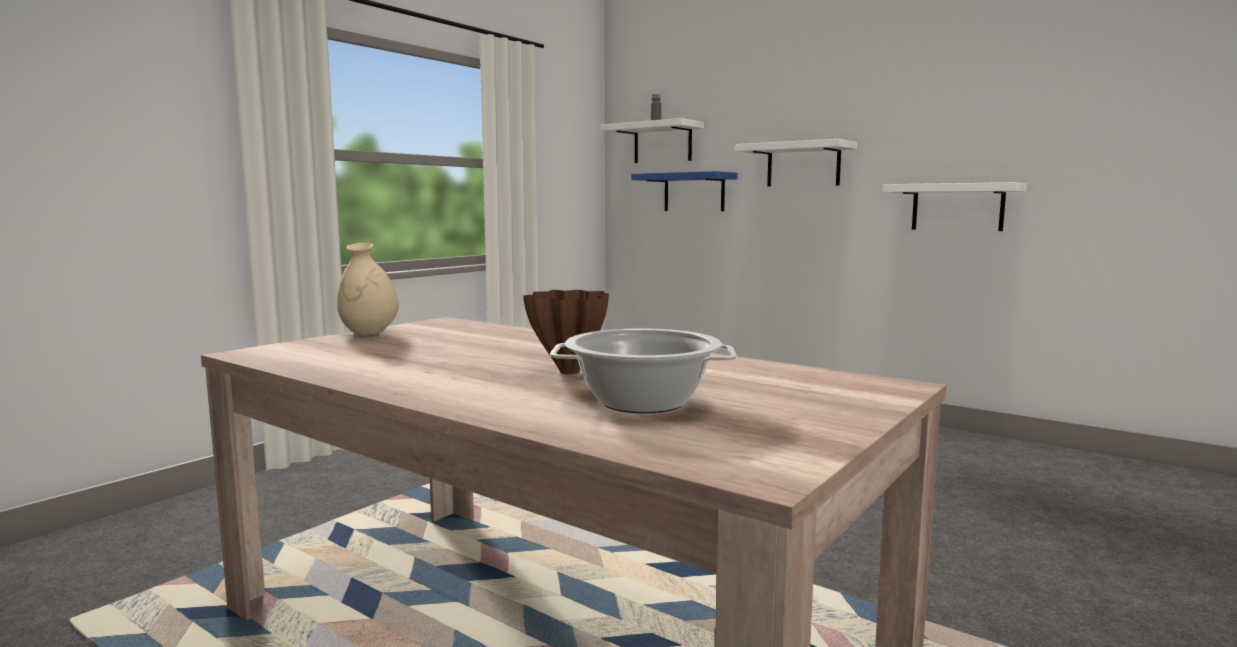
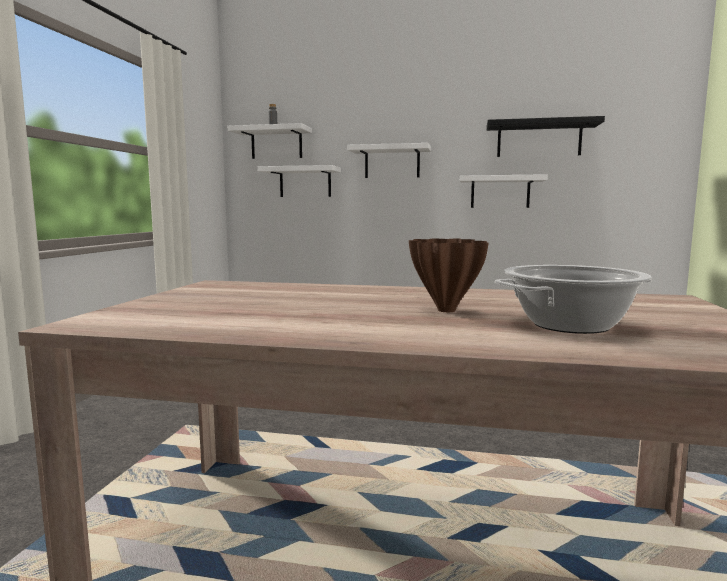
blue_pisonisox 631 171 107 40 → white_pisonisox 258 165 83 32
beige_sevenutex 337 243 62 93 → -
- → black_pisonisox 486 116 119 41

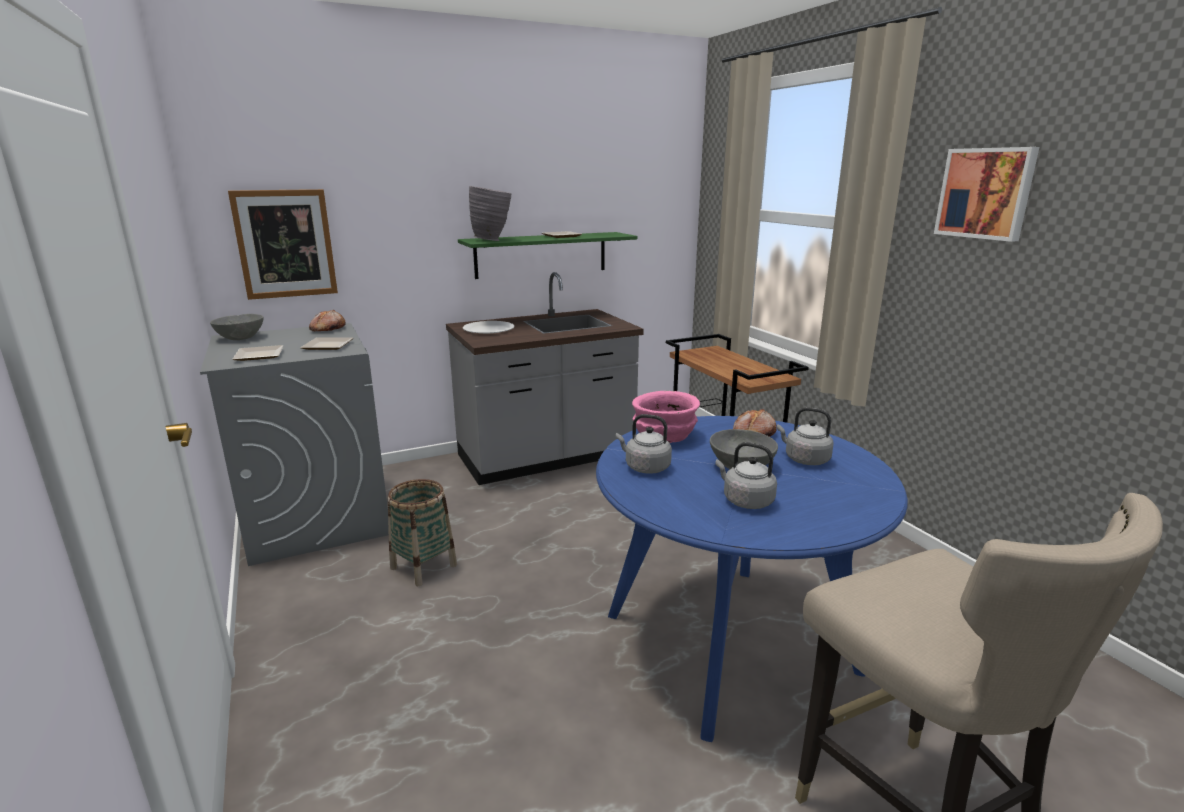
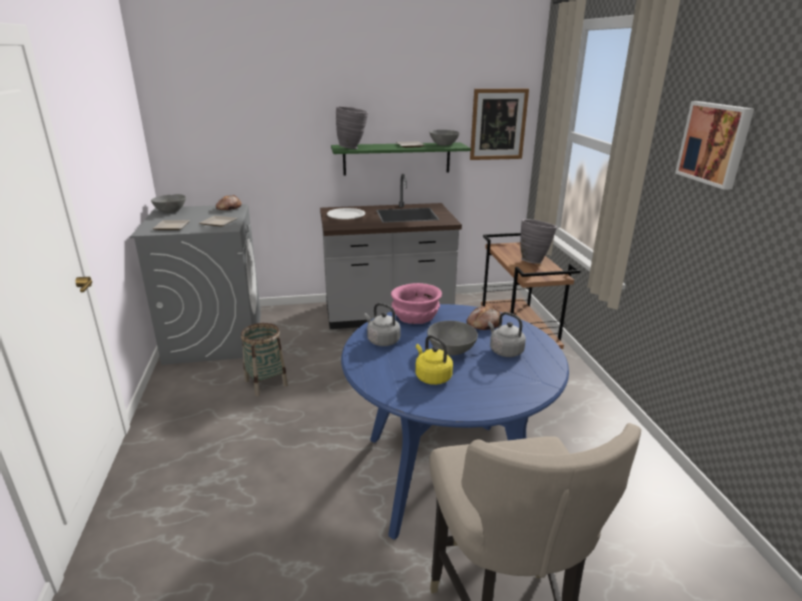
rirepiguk 228 189 110 111 → rirepiguk 470 89 59 71, shifted
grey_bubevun 715 442 62 67 → yellow_bubevun 415 335 38 50
- → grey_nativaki 430 130 29 16
- → grey_sevenutex 520 219 37 45

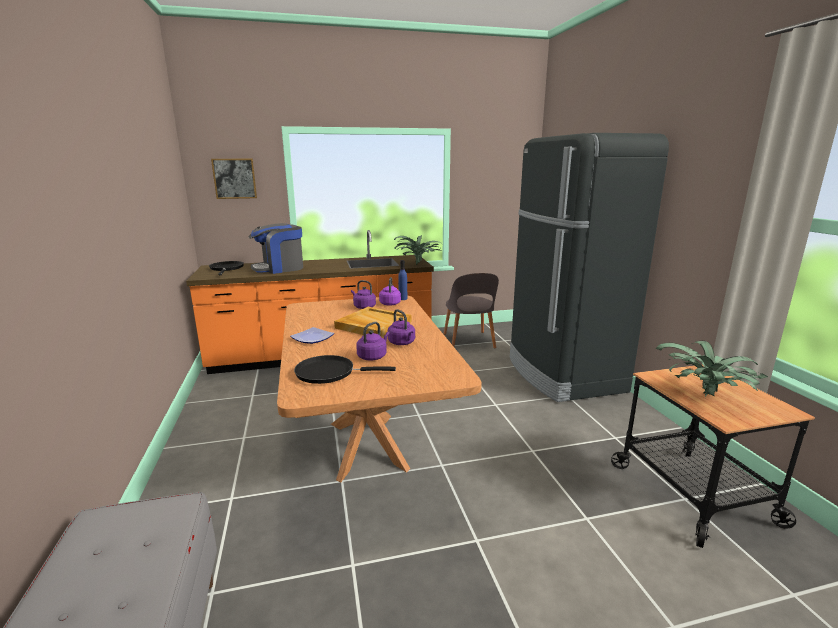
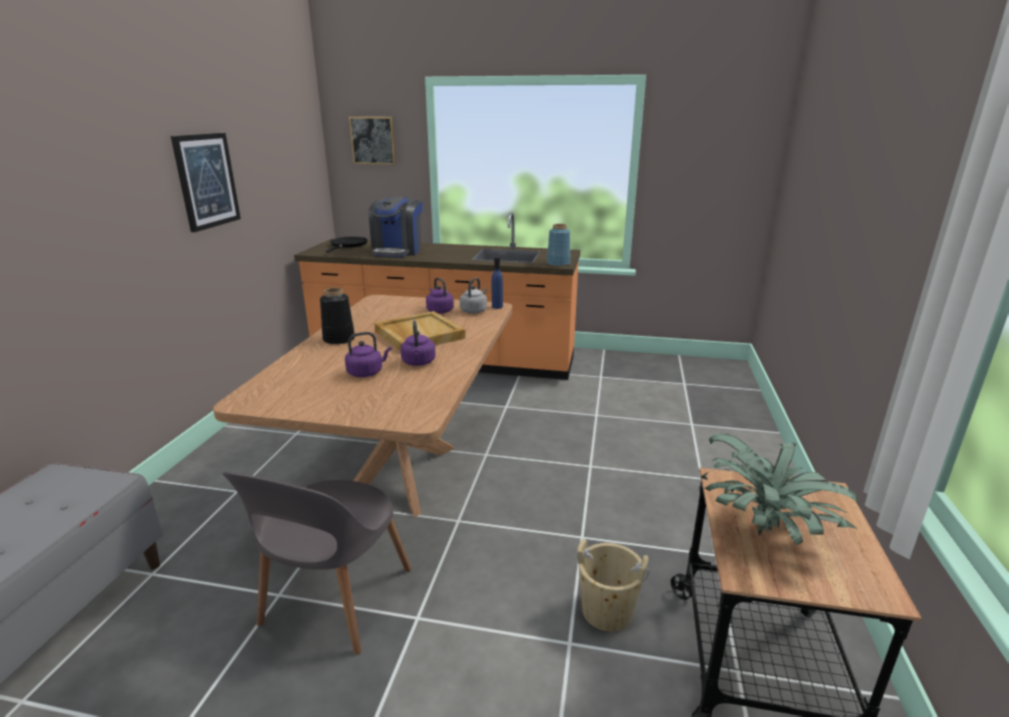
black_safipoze 510 133 159 269 → -
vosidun 249 223 54 51 → vosidun 369 196 54 61, 75 degrees counterclockwise
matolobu 394 235 48 30 → blue_sevenutex 547 224 23 43
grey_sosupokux 443 273 56 75 → grey_sosupokux 223 472 188 183, shifted
purple_bubevun 379 277 22 29 → grey_bubevun 460 278 27 35
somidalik 290 327 44 17 → black_sevenutex 320 287 35 58
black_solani 294 355 102 29 → -
- → rirepiguk 171 133 70 99
- → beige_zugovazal 576 538 74 94

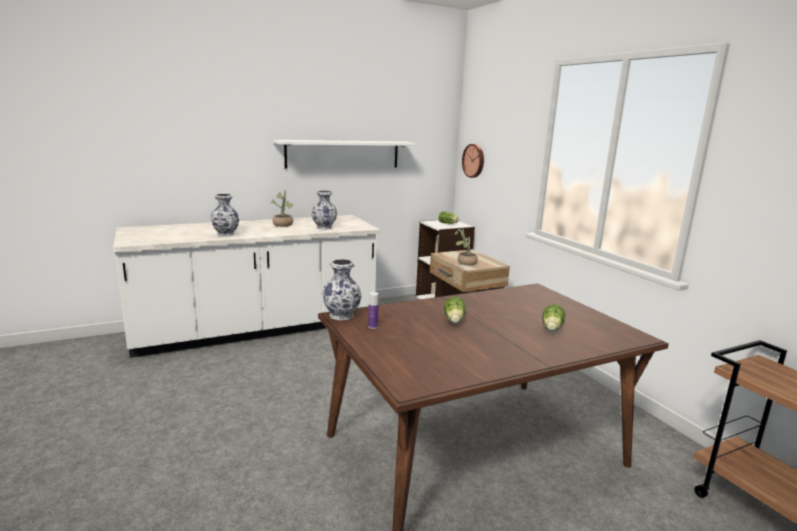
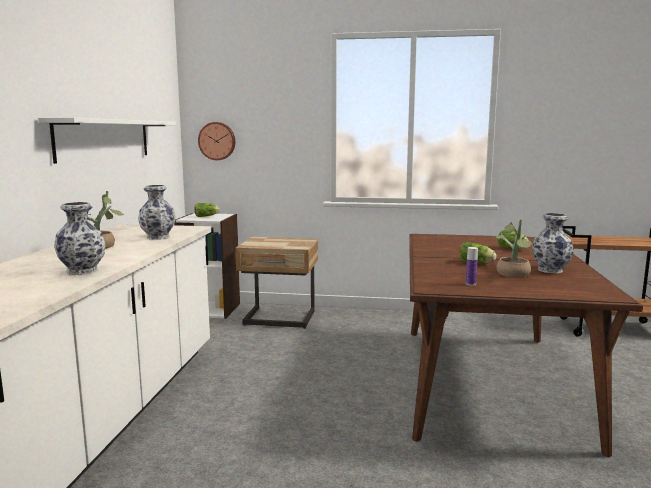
matolobu 454 229 24 36 → matolobu 496 219 36 59, shifted
sevenutex 322 259 40 62 → sevenutex 532 213 41 60, shifted

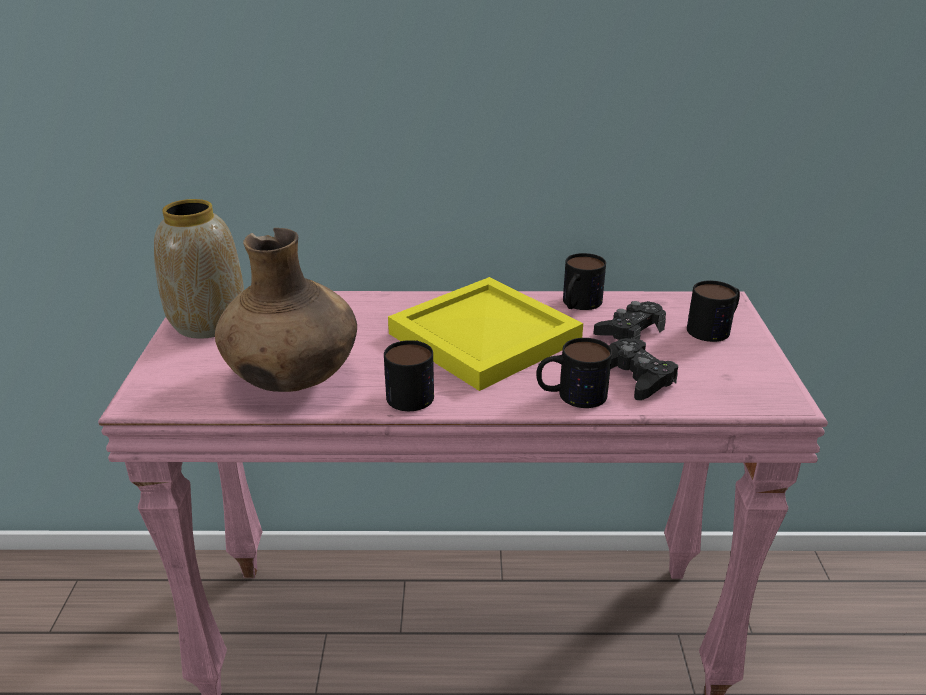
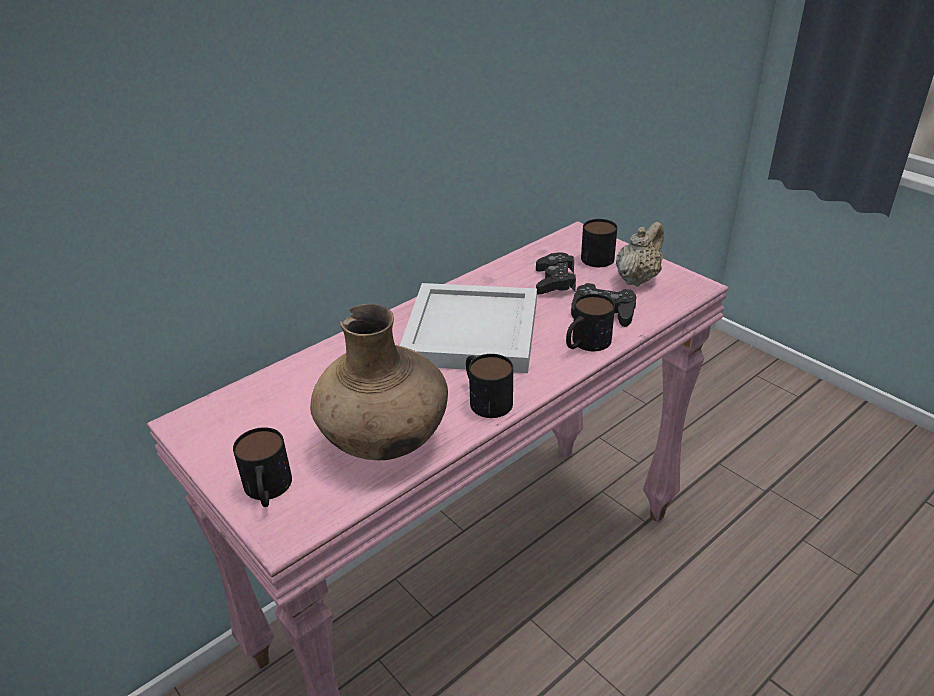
sevenutex 154 199 90 140 → -
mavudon 563 253 43 57 → mavudon 233 427 59 80, shifted
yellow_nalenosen 388 277 195 114 → white_nalenosen 400 283 137 90
- → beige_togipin 616 222 48 65

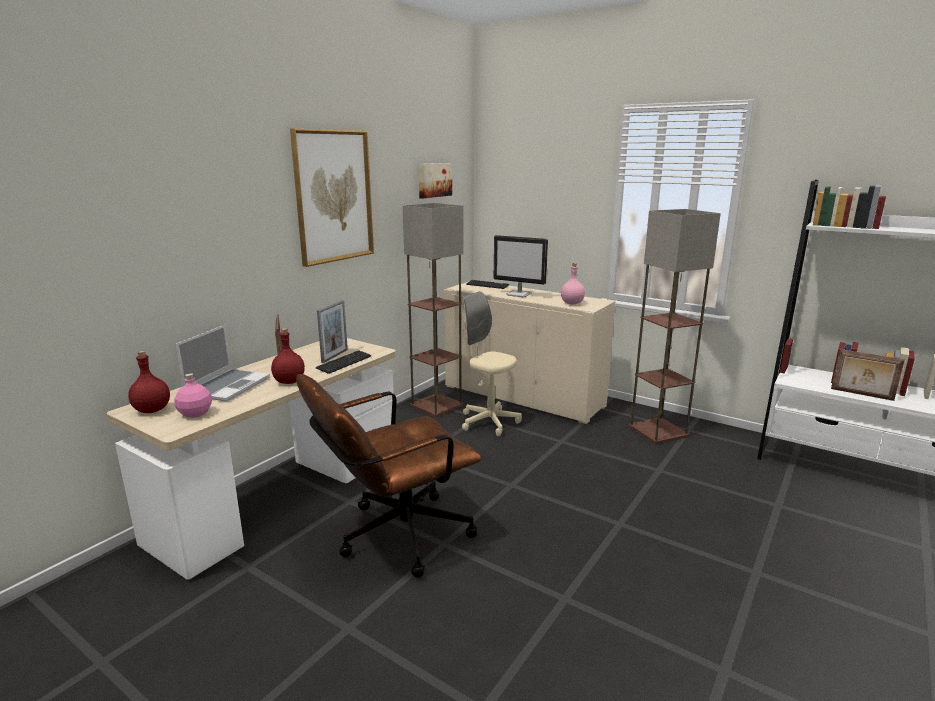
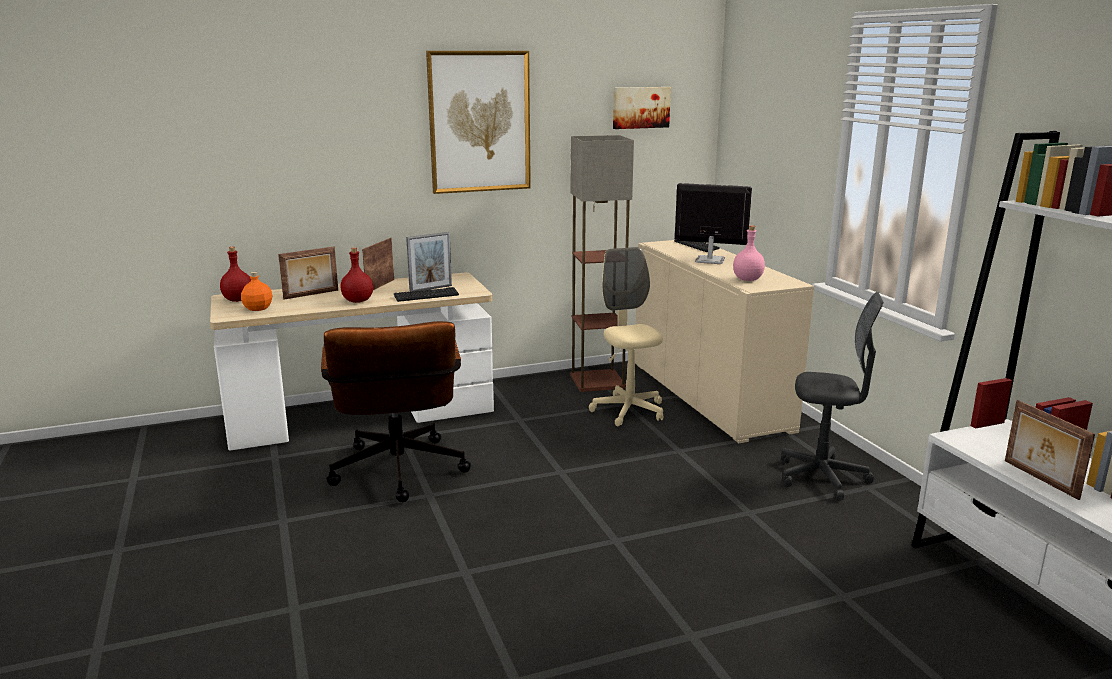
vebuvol 629 209 92 235 → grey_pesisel 781 292 103 208
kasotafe 494 235 54 62 → kasotafe 675 183 77 81, 135 degrees clockwise
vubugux 176 325 94 77 → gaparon 278 247 60 53
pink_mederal 174 373 38 45 → orange_mederal 241 272 32 39
brown_pesisel 296 374 185 204 → brown_pesisel 321 321 150 181, 105 degrees counterclockwise

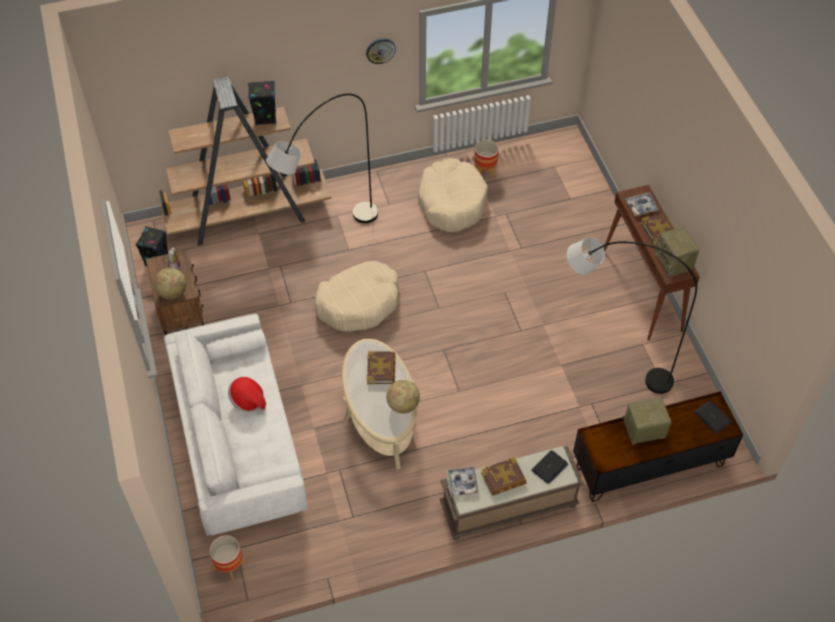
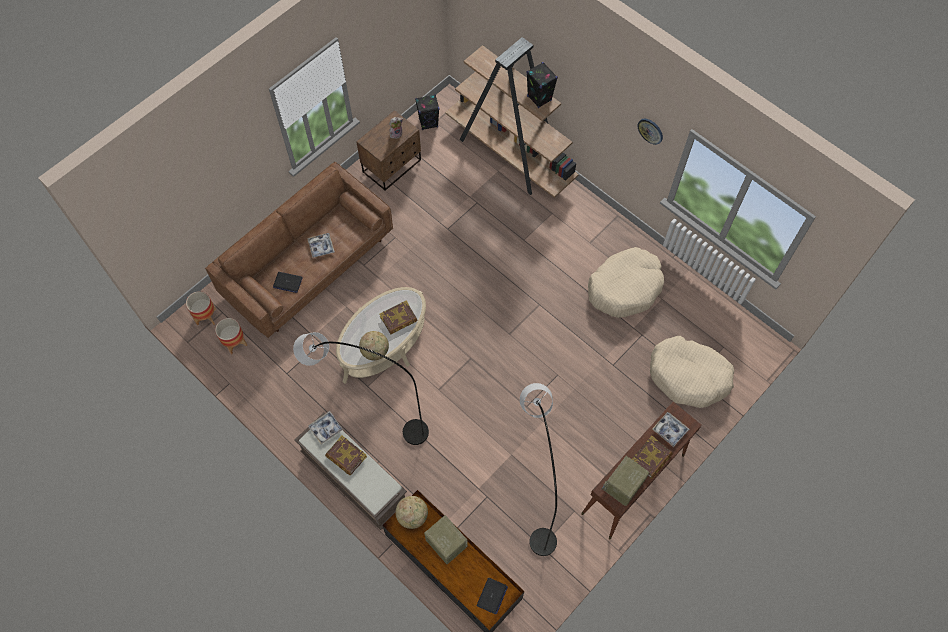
grey_vebuvol 266 93 112 130 → grey_vebuvol 293 332 136 113, shifted
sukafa 474 140 25 38 → sukafa 215 318 32 36, shifted
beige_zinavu 315 261 84 71 → beige_zinavu 650 336 84 72, shifted
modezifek 154 268 33 31 → modezifek 395 496 33 33, shifted
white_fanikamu 164 314 144 222 → brown_fanikamu 205 162 188 176
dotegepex 228 377 38 35 → nalenosen 307 233 28 25
vubugux 531 450 37 34 → vubugux 273 272 30 21, shifted

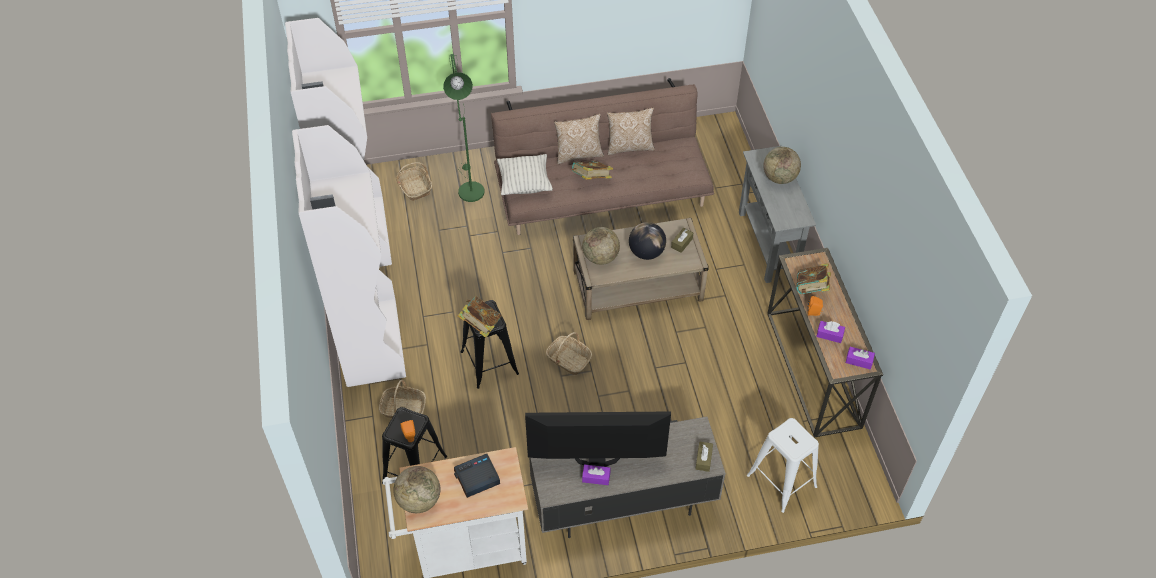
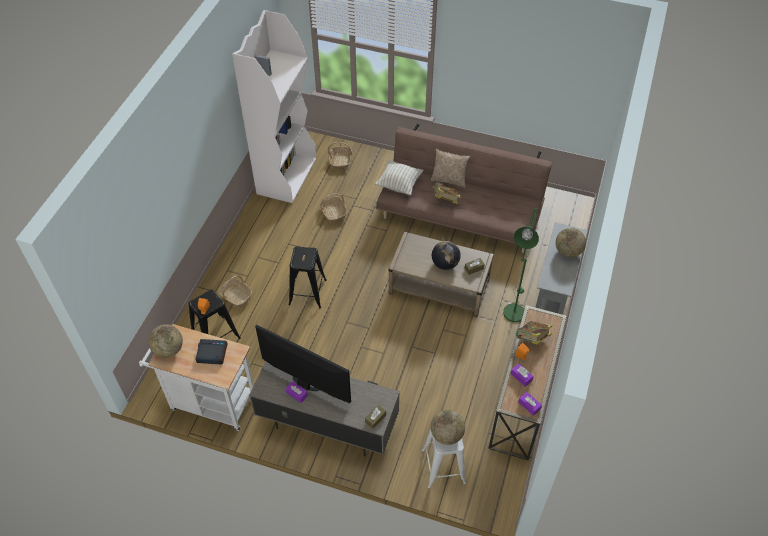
green_vebuvol 443 54 41 148 → green_vebuvol 503 208 36 114, shifted
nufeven 607 108 48 47 → -
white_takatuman 292 125 114 262 → -
modezifek 582 227 38 38 → modezifek 431 410 34 35, shifted
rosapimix 458 296 44 42 → -
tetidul 546 332 46 43 → tetidul 320 194 27 29, shifted

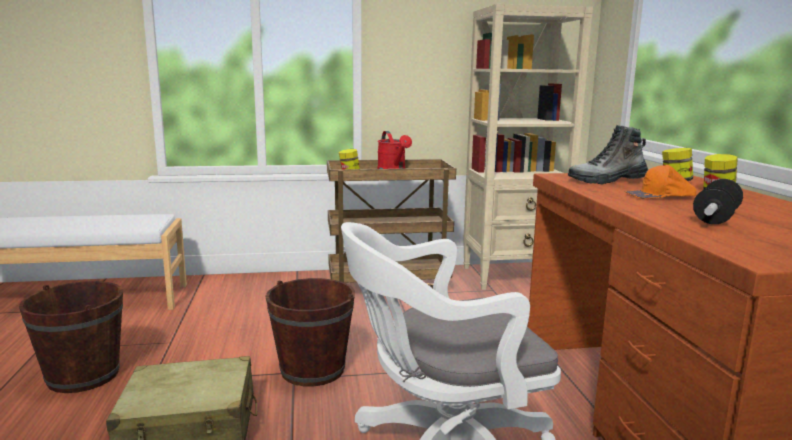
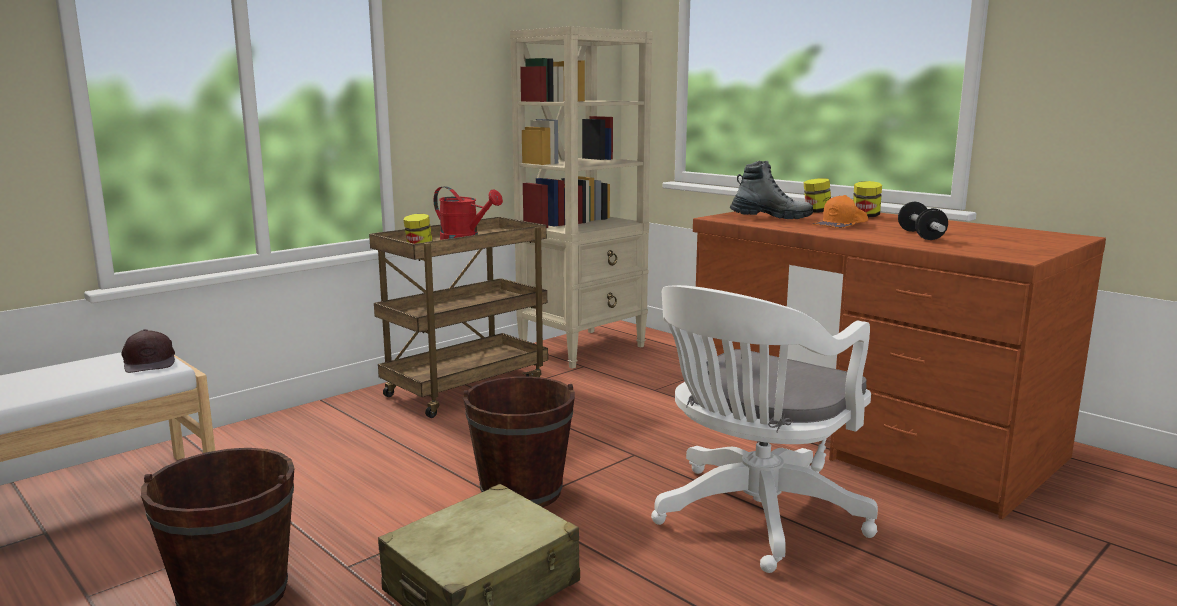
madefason 568 125 80 59 → madefason 730 161 83 58, 135 degrees counterclockwise
- → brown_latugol 121 329 54 44

